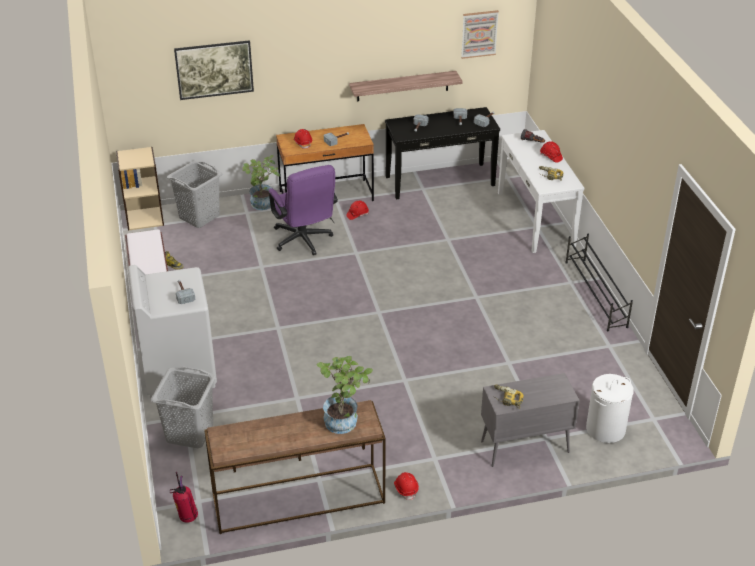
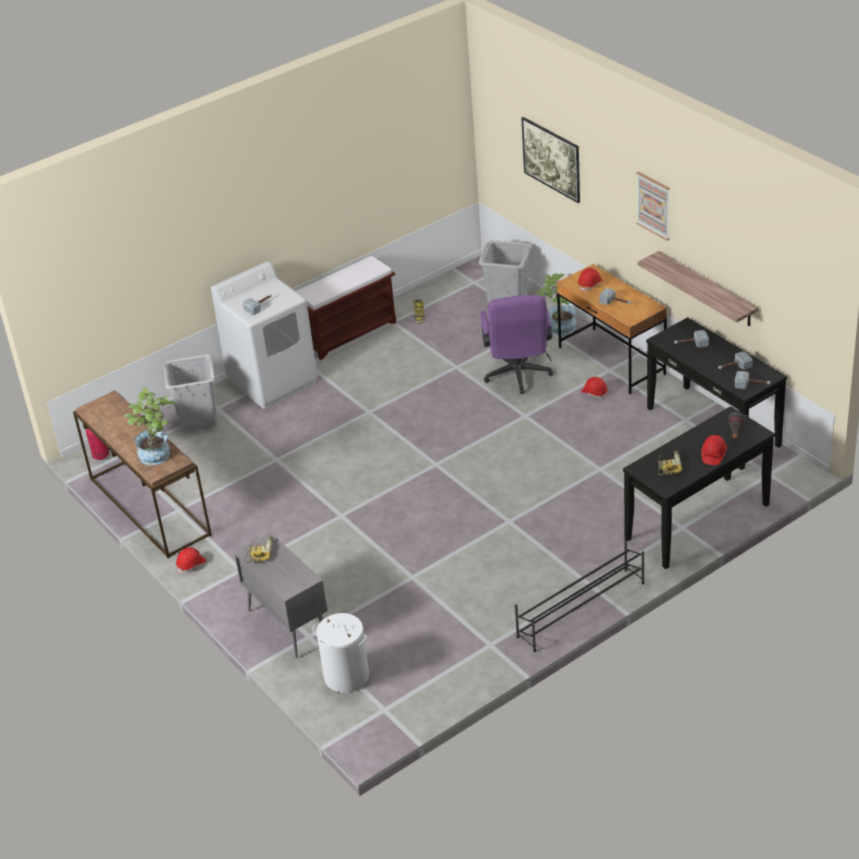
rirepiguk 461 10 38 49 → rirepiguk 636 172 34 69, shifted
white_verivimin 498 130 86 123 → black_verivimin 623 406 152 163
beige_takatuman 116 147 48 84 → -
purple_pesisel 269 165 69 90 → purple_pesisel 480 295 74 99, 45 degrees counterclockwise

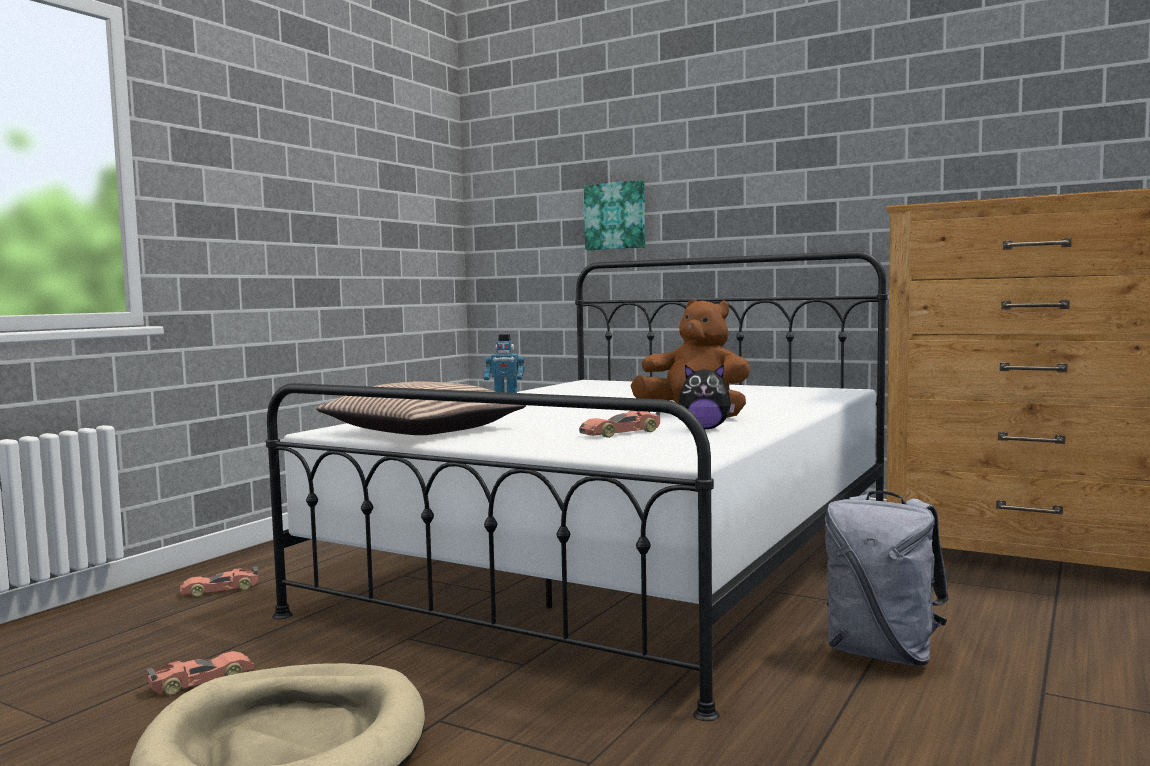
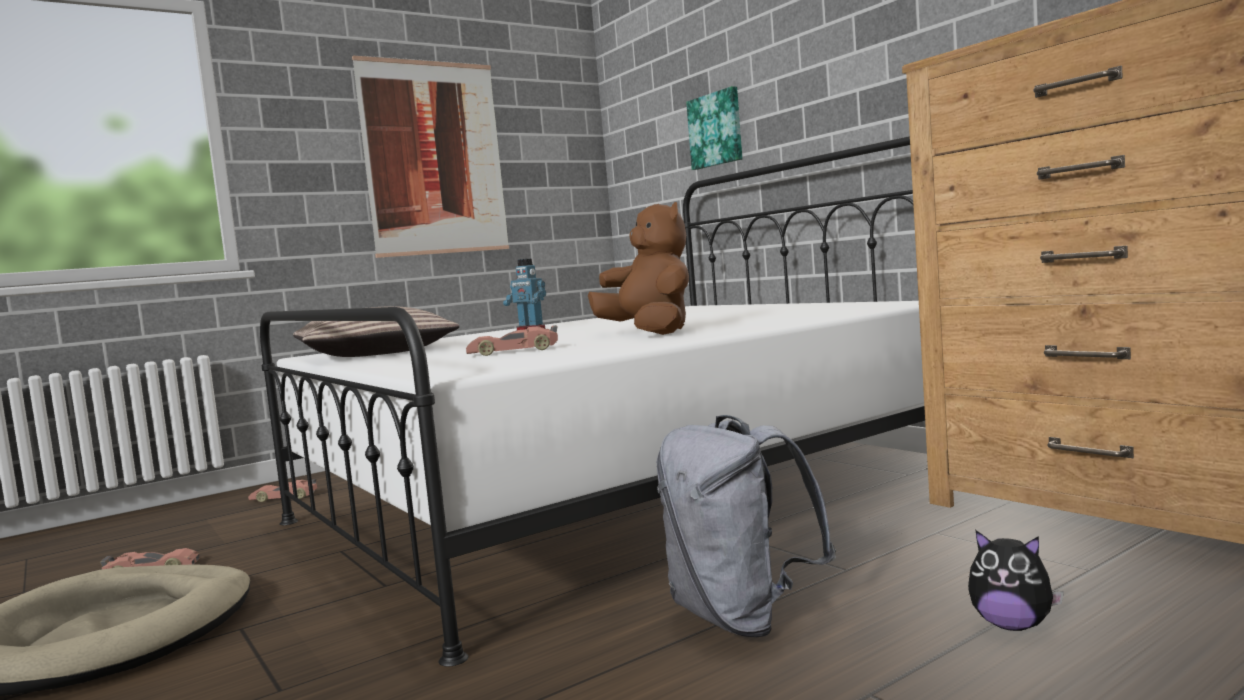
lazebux 679 364 56 66 → lazebux 968 530 96 101, shifted
- → rirepiguk 352 56 157 202

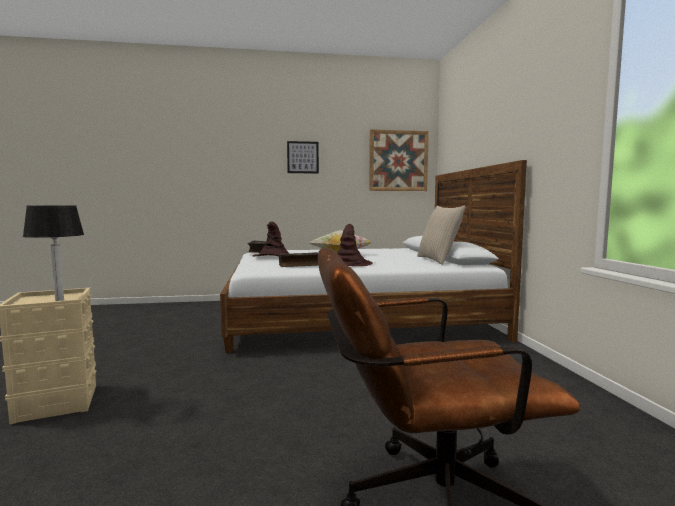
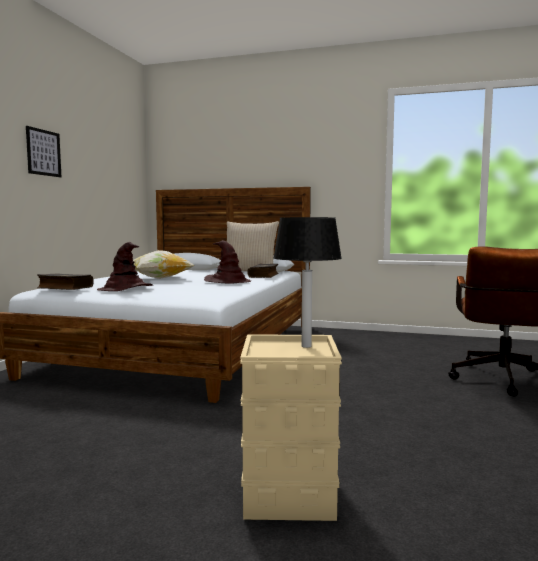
rirepiguk 369 129 60 62 → -
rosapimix 279 252 39 15 → rosapimix 247 264 32 14, shifted

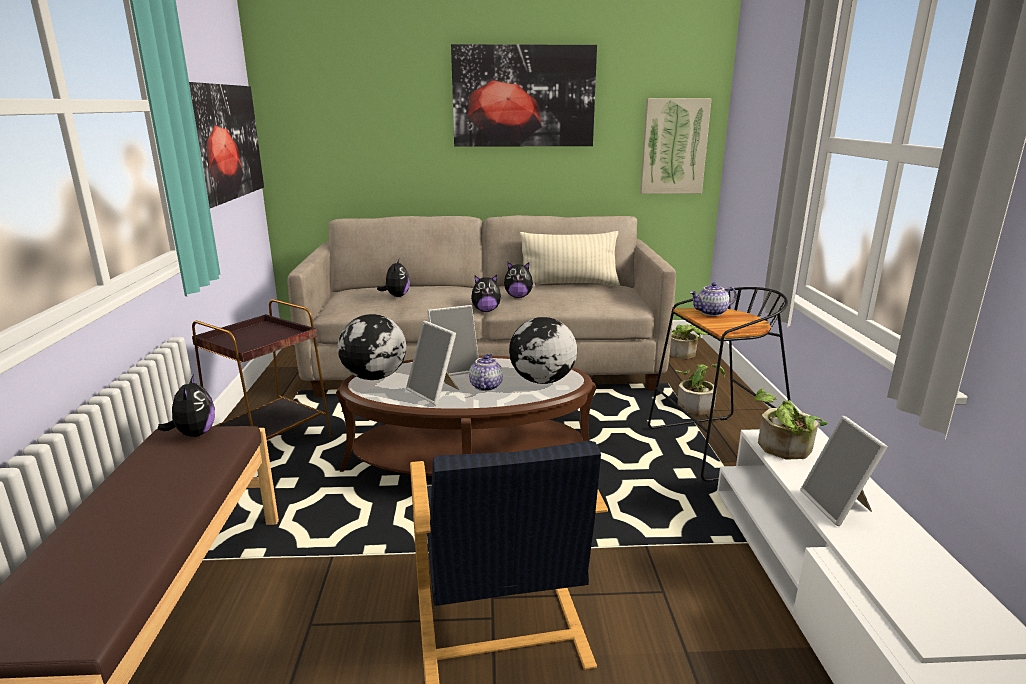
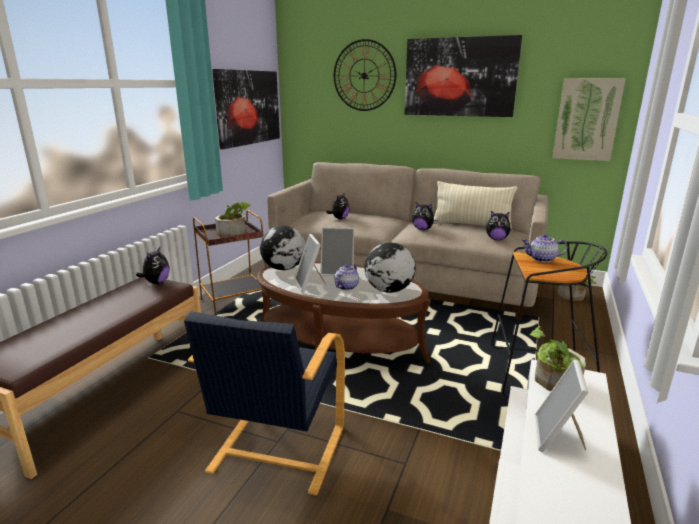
lazebux 471 275 31 37 → lazebux 486 211 26 29, shifted
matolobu 675 364 50 51 → matolobu 215 201 35 37, shifted
- → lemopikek 334 39 62 72

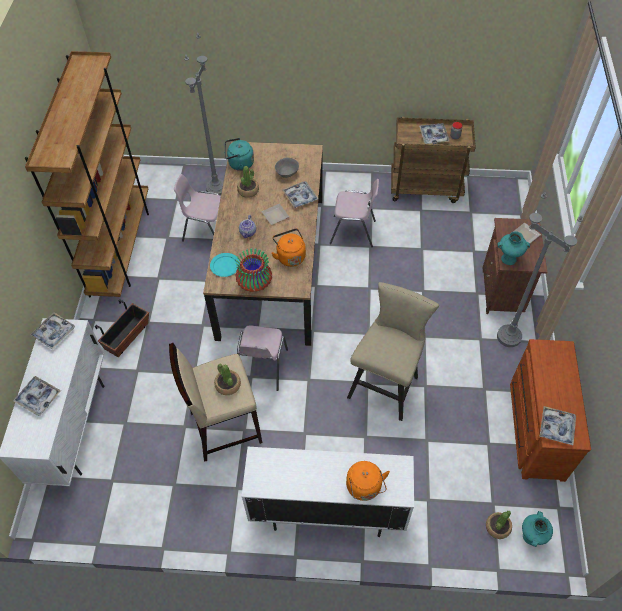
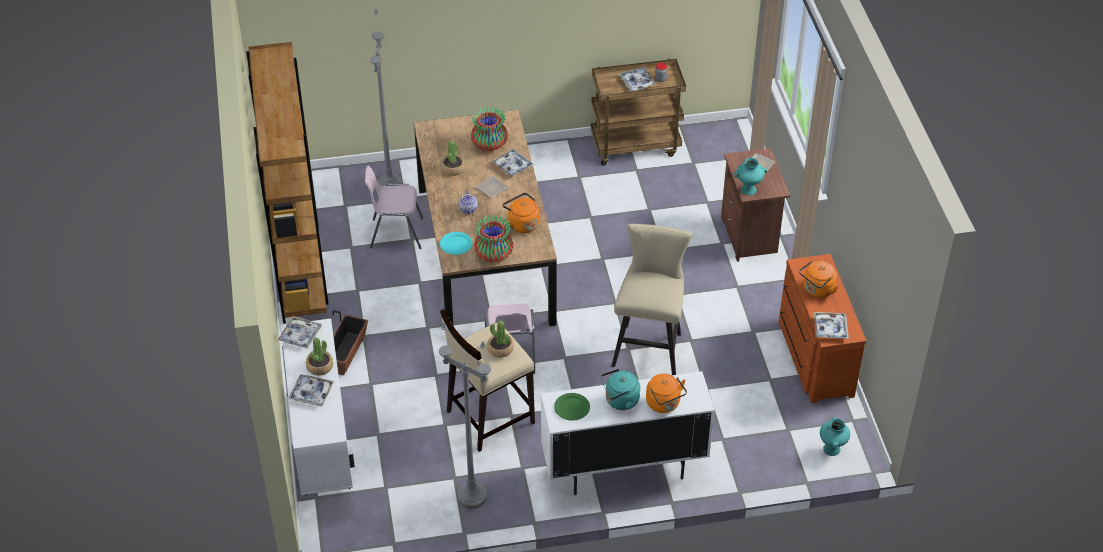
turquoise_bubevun 225 138 29 33 → turquoise_bubevun 601 369 39 41, shifted
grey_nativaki 275 158 24 20 → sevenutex 471 107 37 44
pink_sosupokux 330 179 49 68 → -
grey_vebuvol 497 192 86 155 → grey_vebuvol 439 323 52 186, shifted
matolobu 486 511 26 28 → matolobu 306 337 27 38, shifted
- → orange_bubevun 799 261 39 36
- → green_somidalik 554 393 36 28

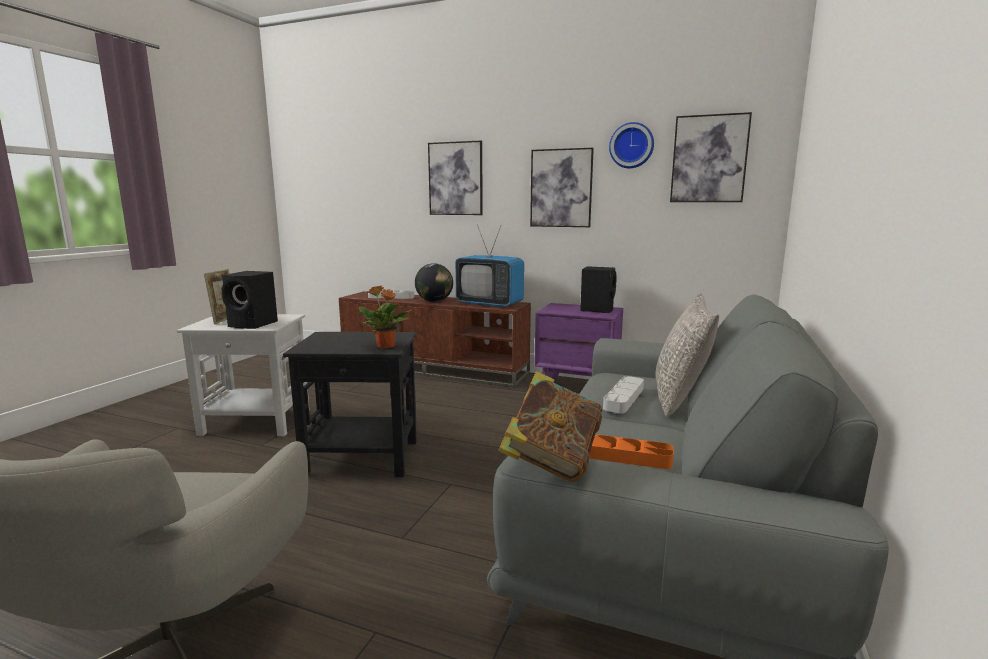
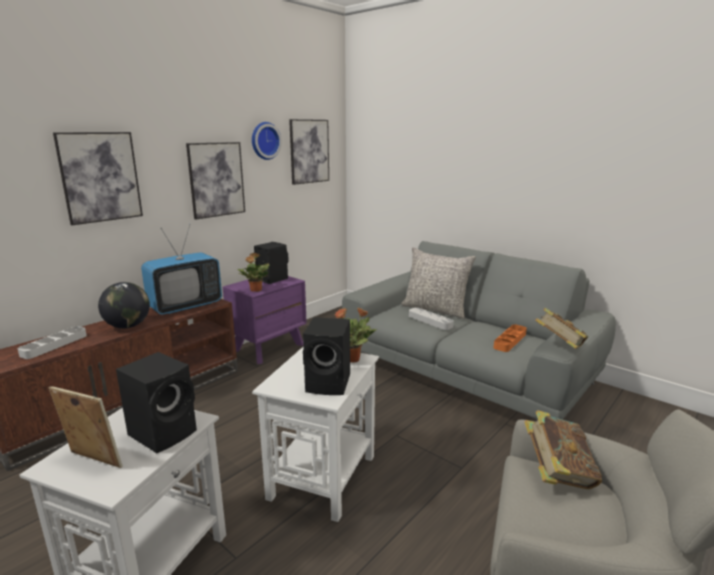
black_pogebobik 283 332 134 145 → white_pogebobik 252 347 127 175
- → matolobu 237 253 32 39
- → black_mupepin 303 317 47 78
- → rosapimix 524 410 78 79

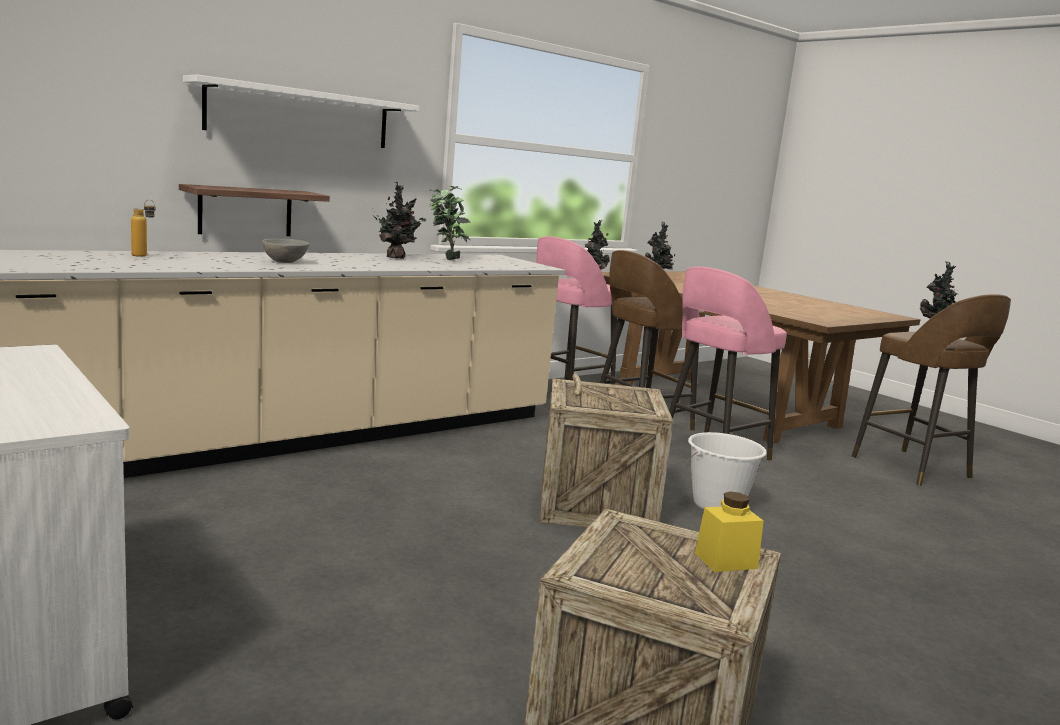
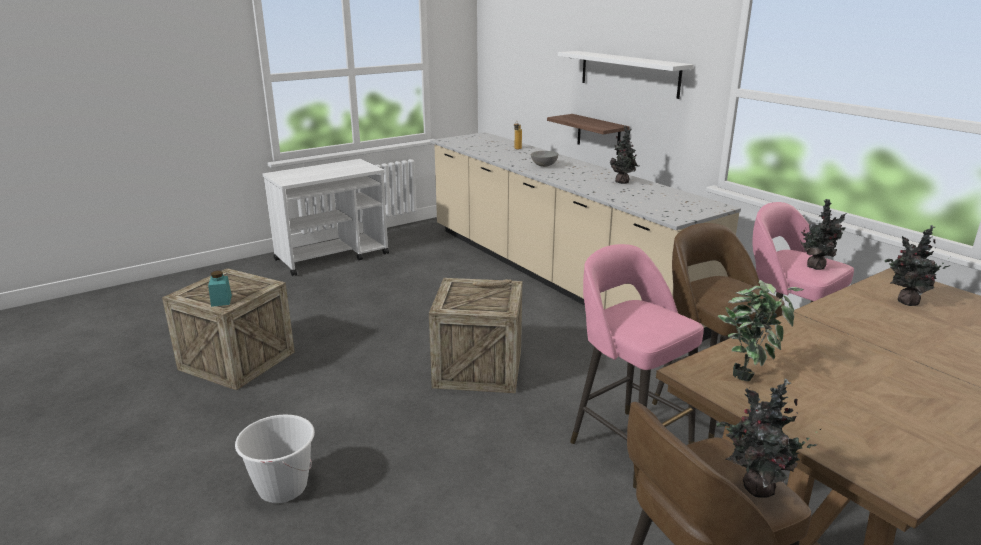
matolobu 429 186 42 74 → matolobu 718 280 86 101, shifted
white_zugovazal 686 432 81 78 → white_zugovazal 235 415 80 88, shifted
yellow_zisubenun 695 492 69 80 → turquoise_zisubenun 208 271 24 36

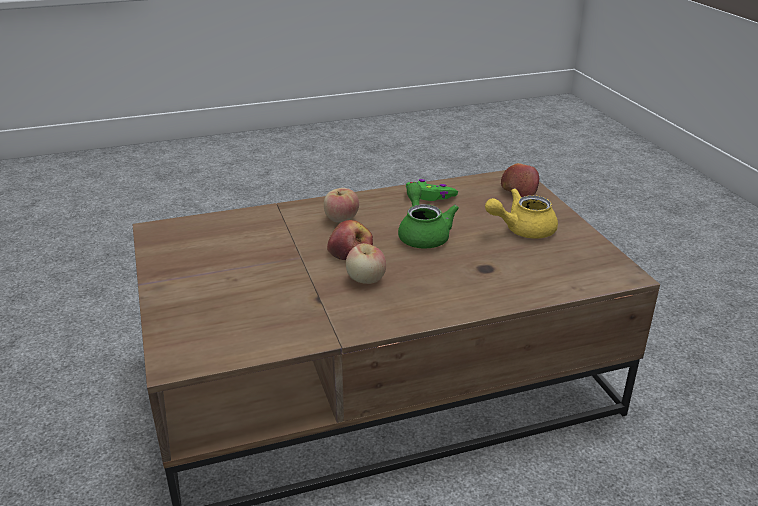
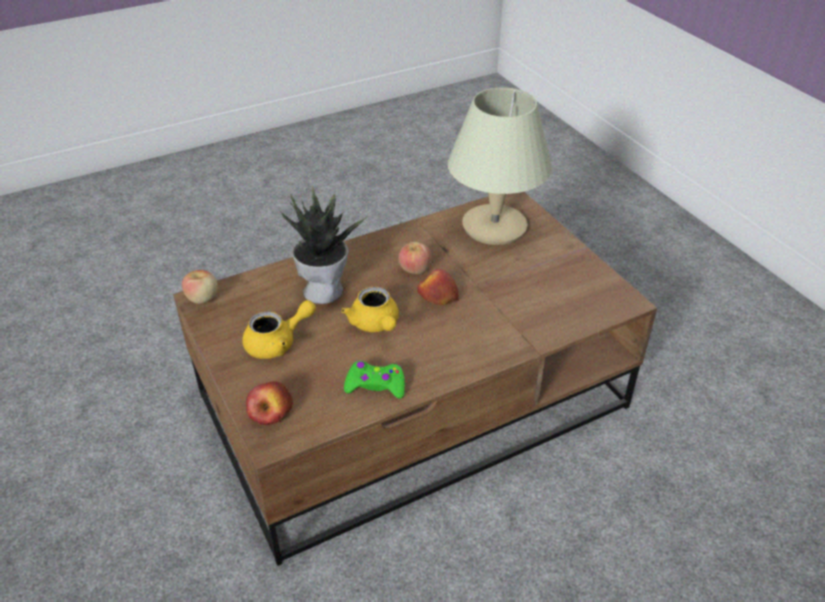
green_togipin 398 183 61 66 → yellow_togipin 341 287 58 45
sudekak 324 188 35 35 → sudekak 182 270 36 34, shifted
- → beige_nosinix 448 87 104 158
- → matolobu 282 185 86 119

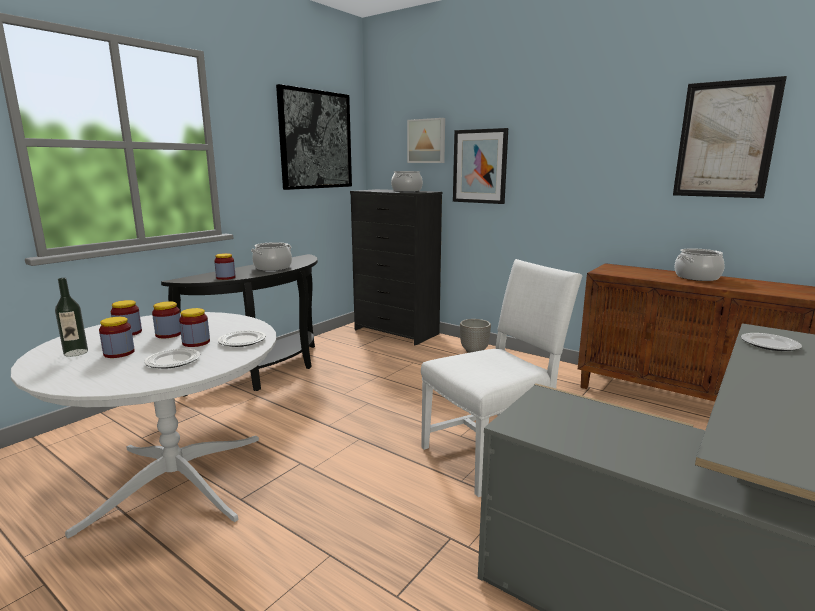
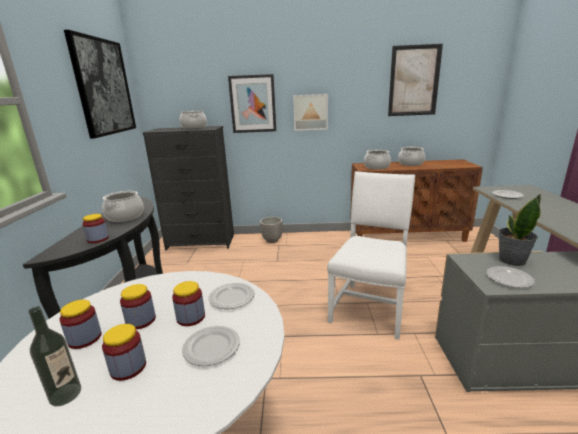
rirepiguk 407 118 38 45 → rirepiguk 293 94 35 37, shifted
- → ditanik 364 150 27 20
- → matolobu 498 193 43 73
- → somidalik 487 266 48 22

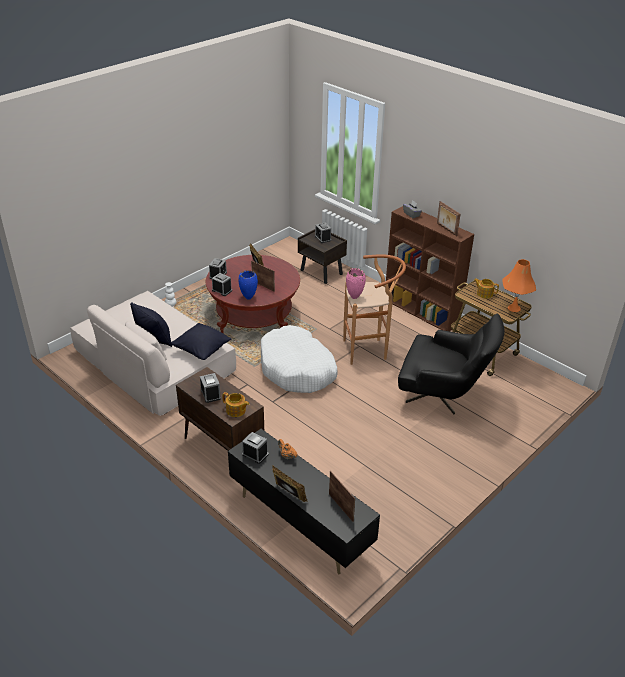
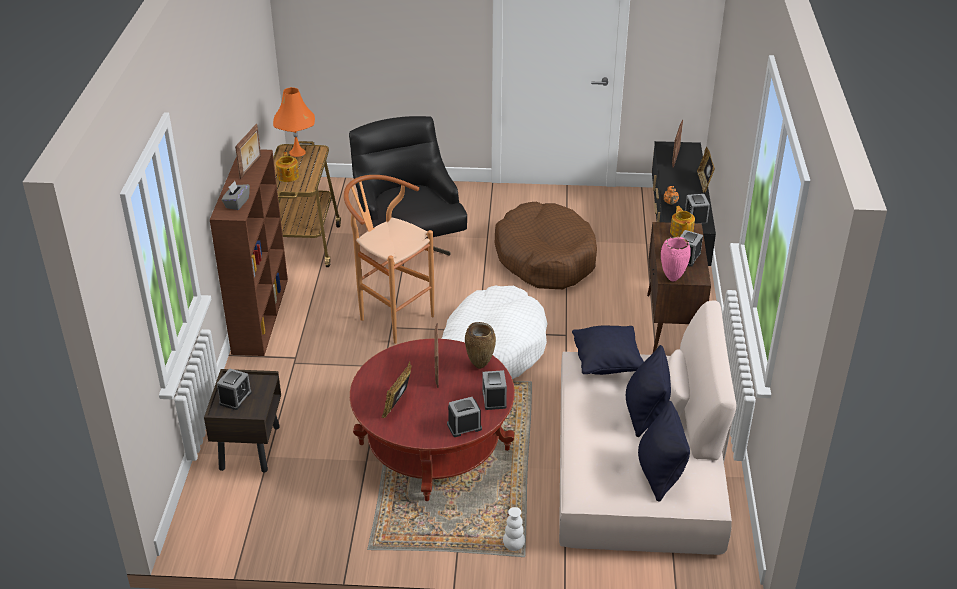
pink_sevenutex 346 268 20 31 → pink_sevenutex 661 237 30 44, shifted
blue_sevenutex 238 270 20 30 → brown_sevenutex 465 322 31 47
- → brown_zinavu 495 201 102 88
- → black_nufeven 638 401 52 101

